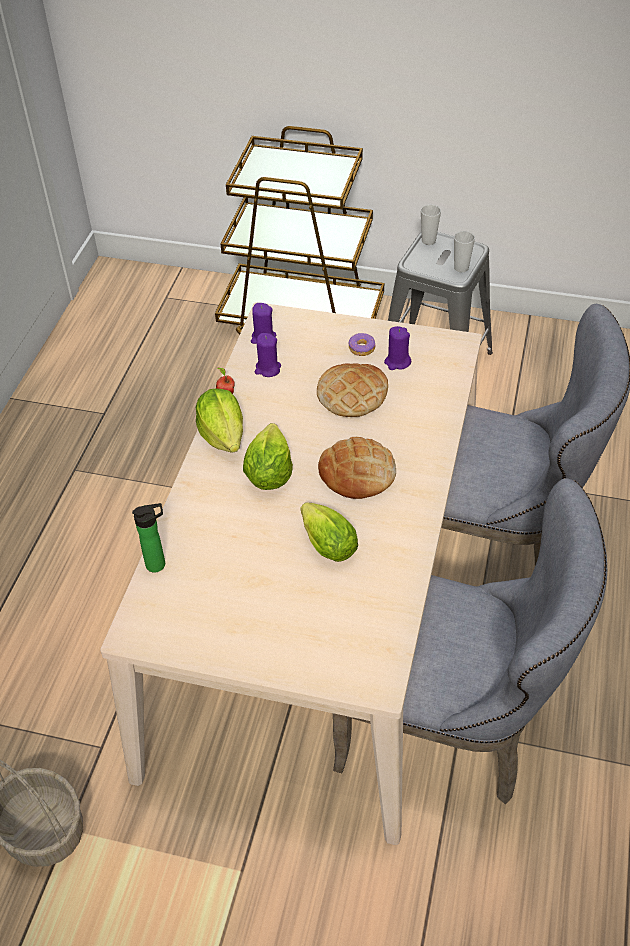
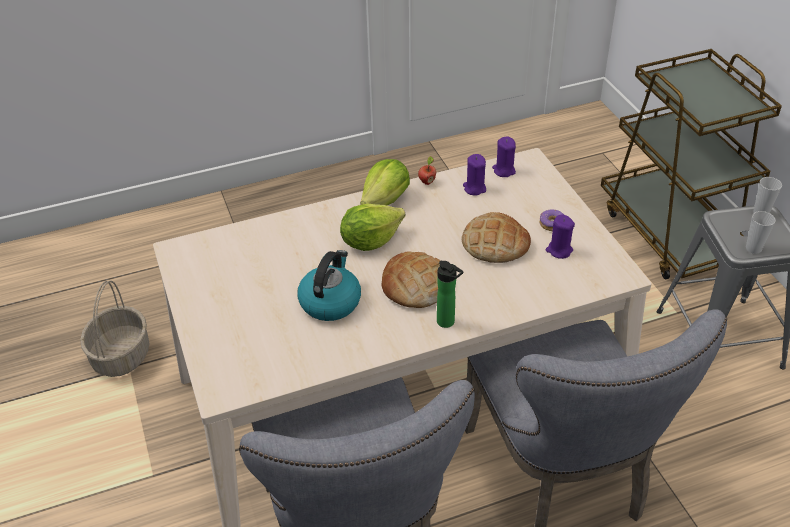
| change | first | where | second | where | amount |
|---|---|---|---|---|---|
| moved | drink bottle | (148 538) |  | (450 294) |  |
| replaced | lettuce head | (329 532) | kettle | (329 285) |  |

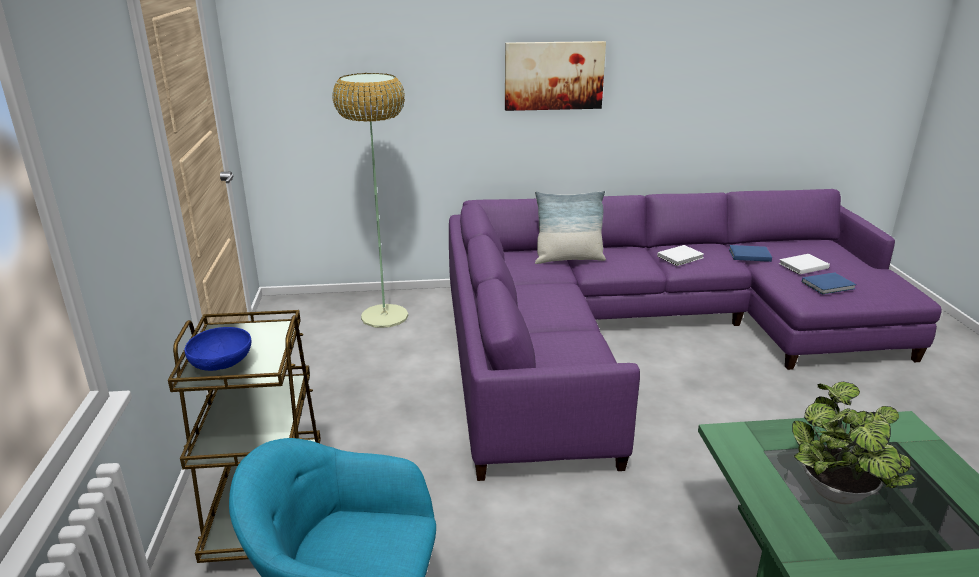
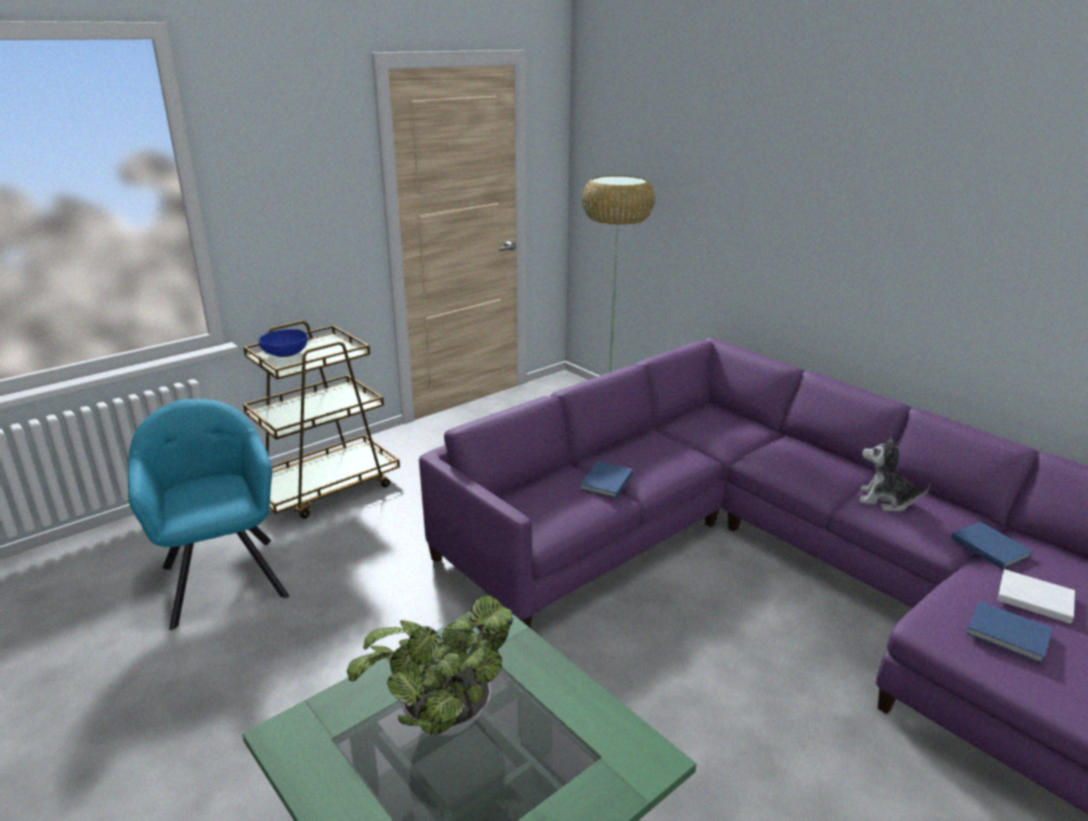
| change | first | where | second | where | amount |
|---|---|---|---|---|---|
| removed | picture | (555 76) |  |  |  |
| removed | pillow | (570 227) |  |  |  |
| replaced | volume (whitish) | (680 255) | soft toy | (895 474) |  |
| added |  |  | volume (blue) | (606 479) |  |

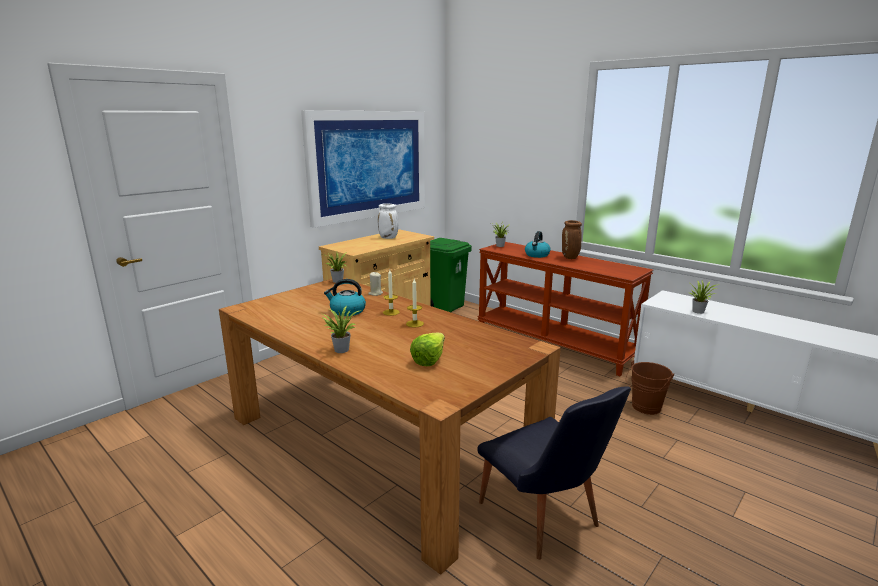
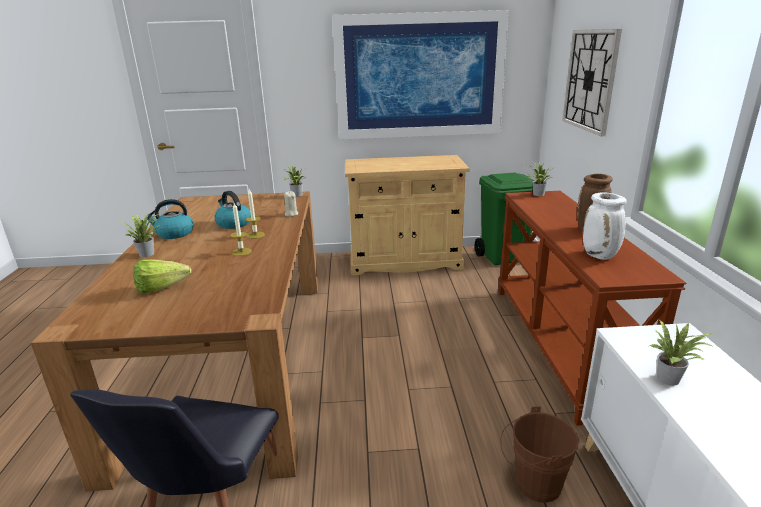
| change | first | where | second | where | amount |
|---|---|---|---|---|---|
| moved | vase (whitish) | (388 221) |  | (605 226) |  |
| moved | kettle | (538 244) |  | (170 219) |  |
| added |  |  | wall clock | (592 82) |  |

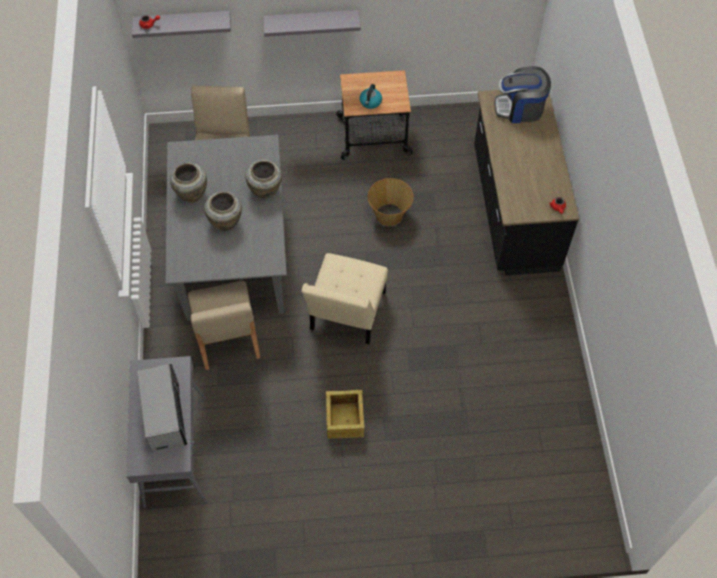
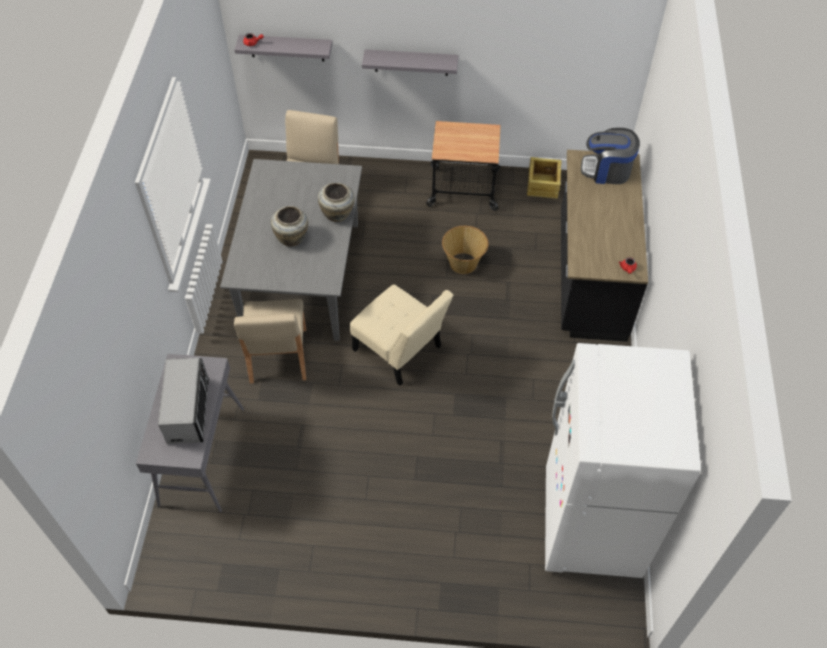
| change | first | where | second | where | amount |
|---|---|---|---|---|---|
| removed | vase (beige) | (188 182) |  |  |  |
| turned | upright chair (beige) | (345 298) |  | (401 335) | 75 degrees counterclockwise |
| moved | shipping crate | (345 414) |  | (544 178) |  |
| removed | kettle | (371 96) |  |  |  |
| added |  |  | refrigerator (whitish) | (623 460) |  |

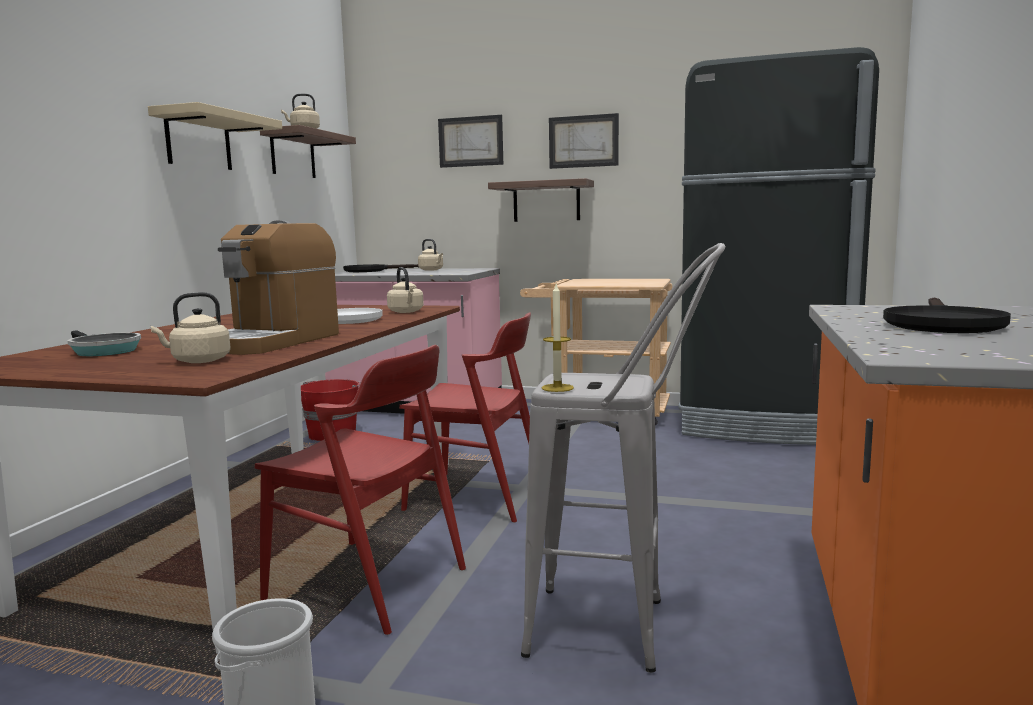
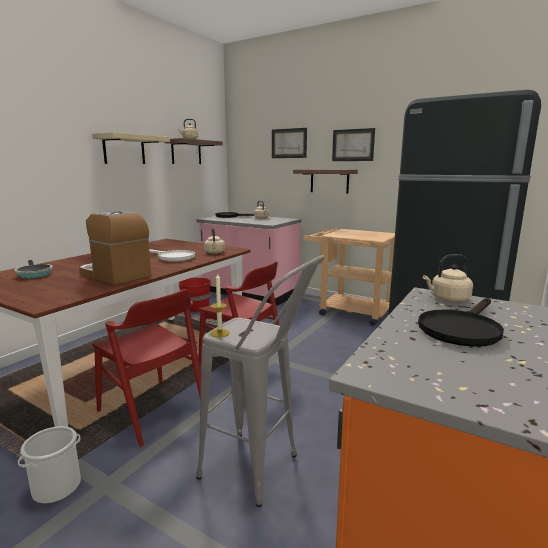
| change | first | where | second | where | amount |
|---|---|---|---|---|---|
| moved | kettle (beige) | (191 327) |  | (448 278) |  |
| turned | coffee brewer | (278 287) |  | (115 248) | 90 degrees clockwise |

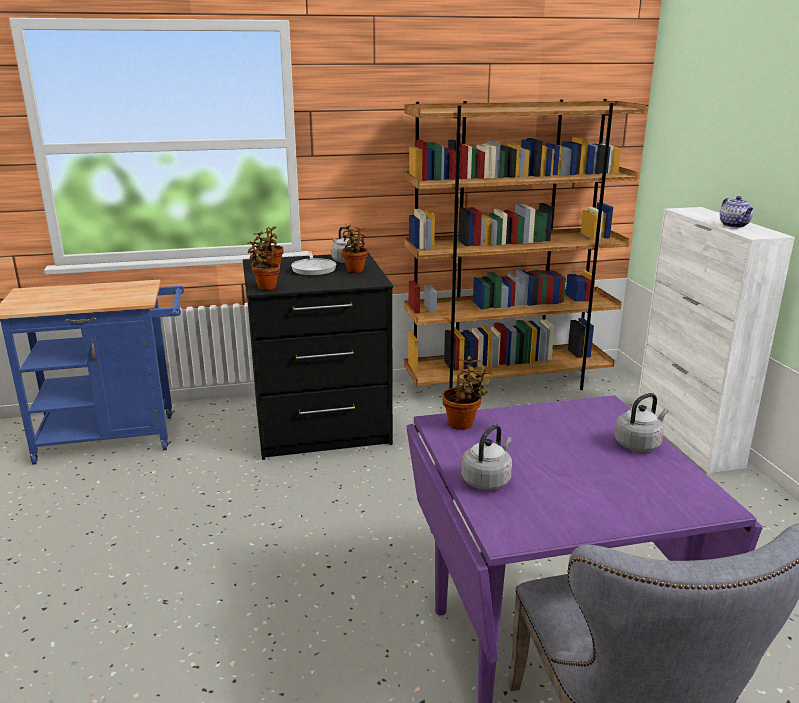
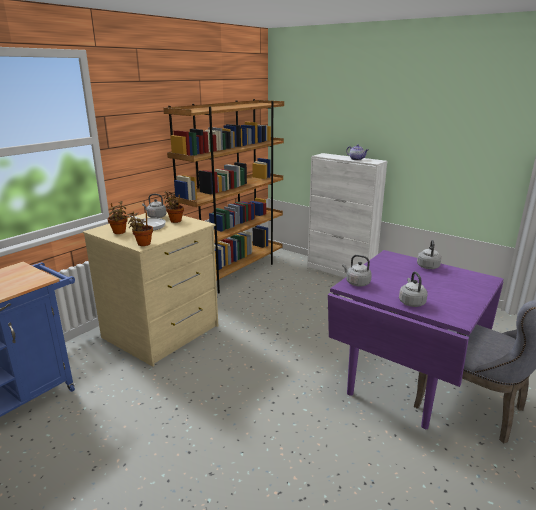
| change | first | where | second | where | amount |
|---|---|---|---|---|---|
| recoloured | dresser (black) | (318 356) | dresser (beige) | (150 289) |  |
| replaced | houseplant | (467 393) | kettle (grey) | (357 271) |  |

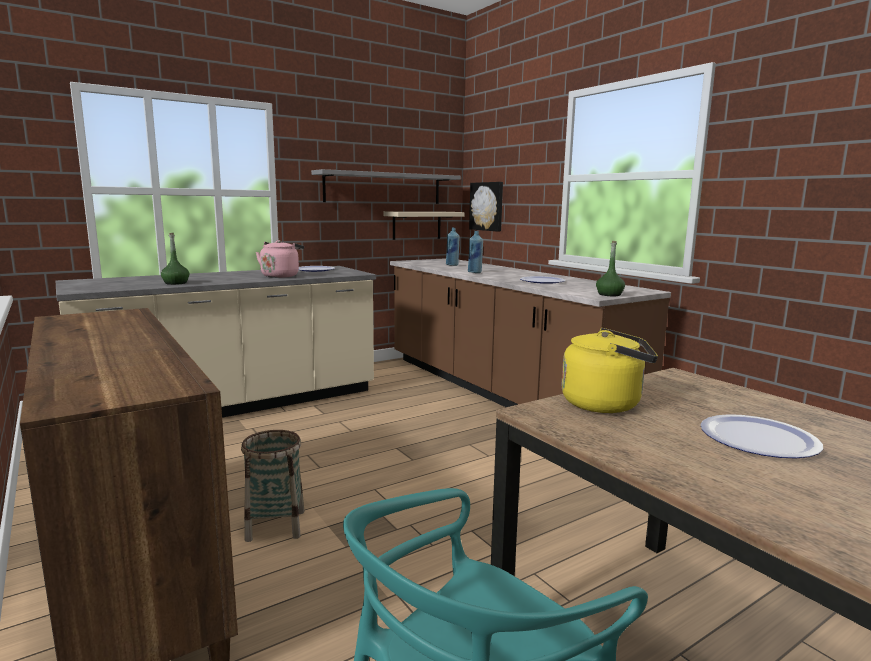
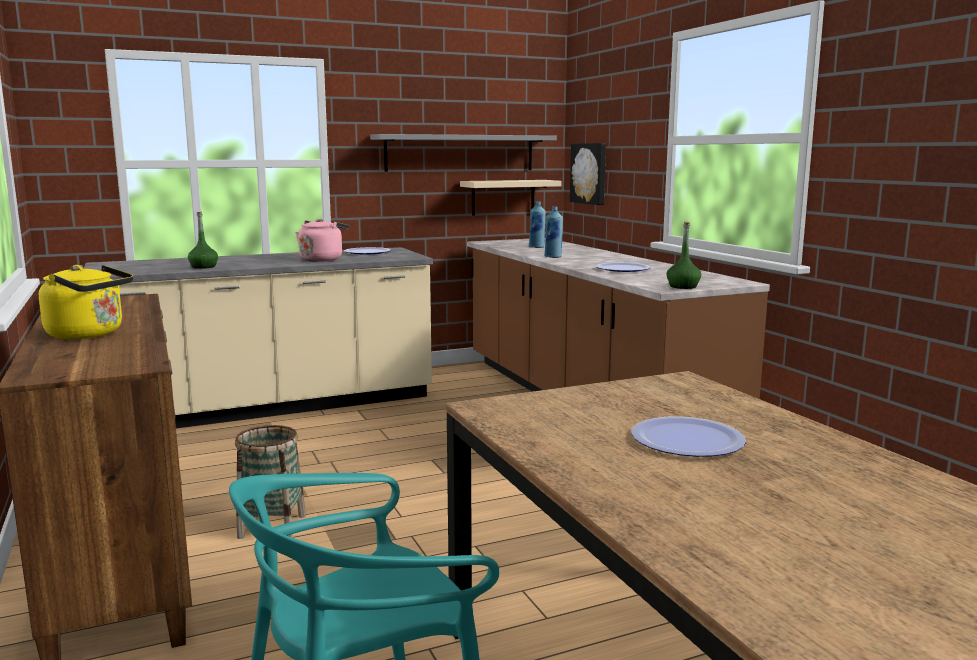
| change | first | where | second | where | amount |
|---|---|---|---|---|---|
| moved | kettle (yellowish) | (609 370) |  | (86 302) |  |

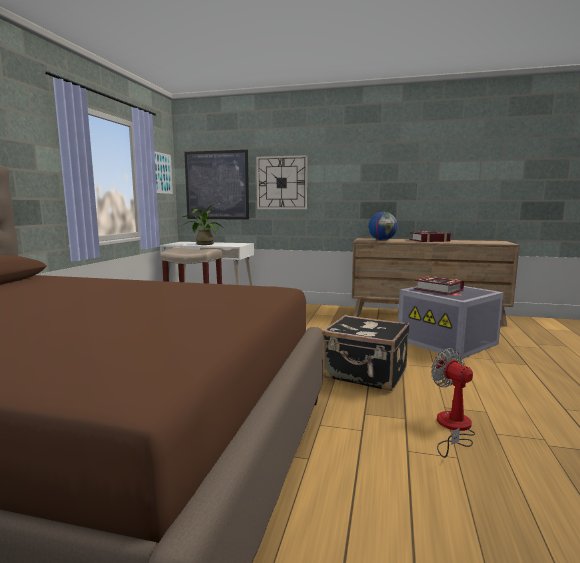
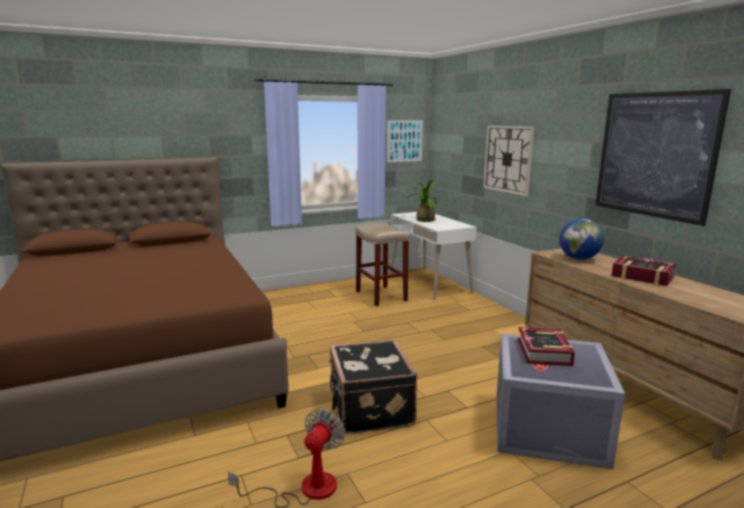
| change | first | where | second | where | amount |
|---|---|---|---|---|---|
| moved | picture | (216 185) |  | (663 157) |  |

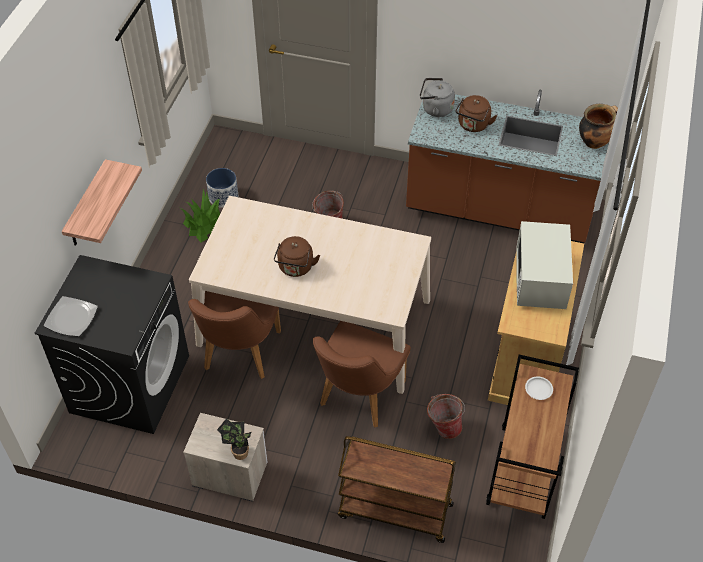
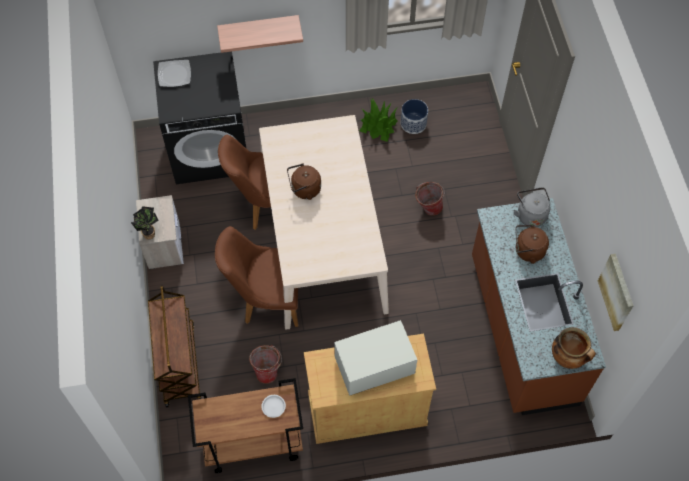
| change | first | where | second | where | amount |
|---|---|---|---|---|---|
| added |  |  | picture | (616 292) |  |

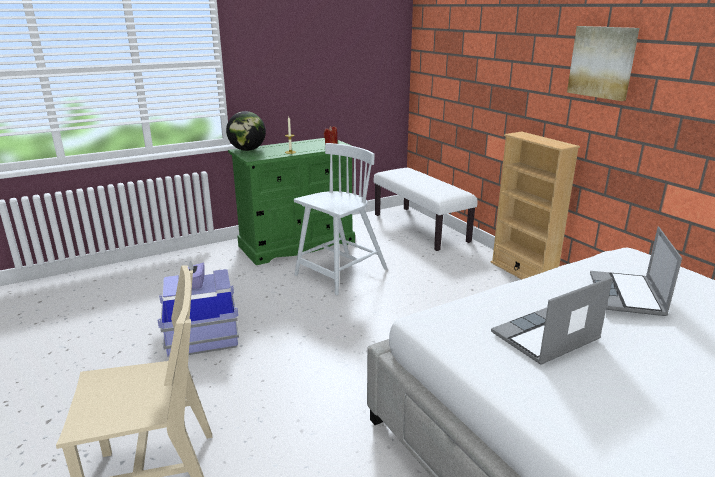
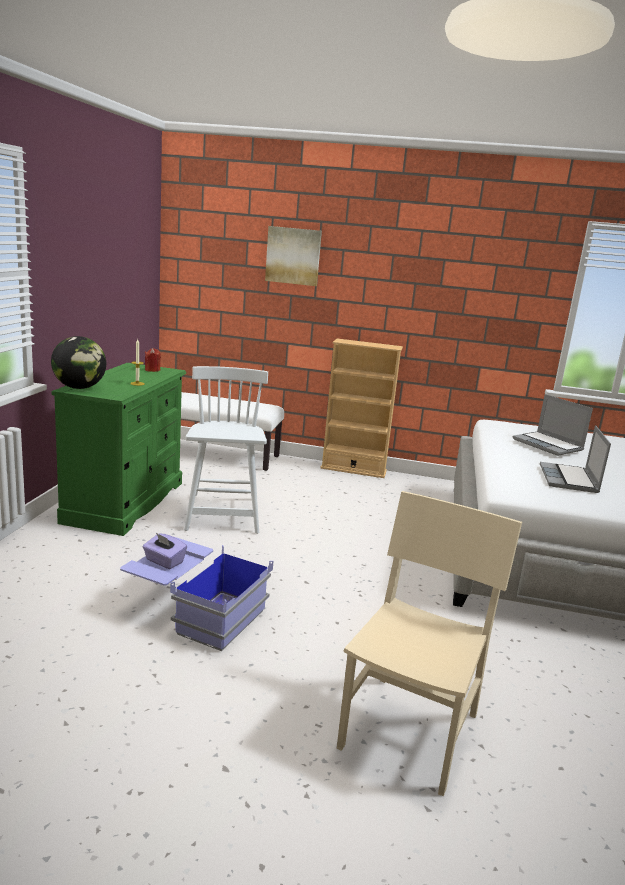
| change | first | where | second | where | amount |
|---|---|---|---|---|---|
| moved | picture | (603 63) |  | (293 256) |  |

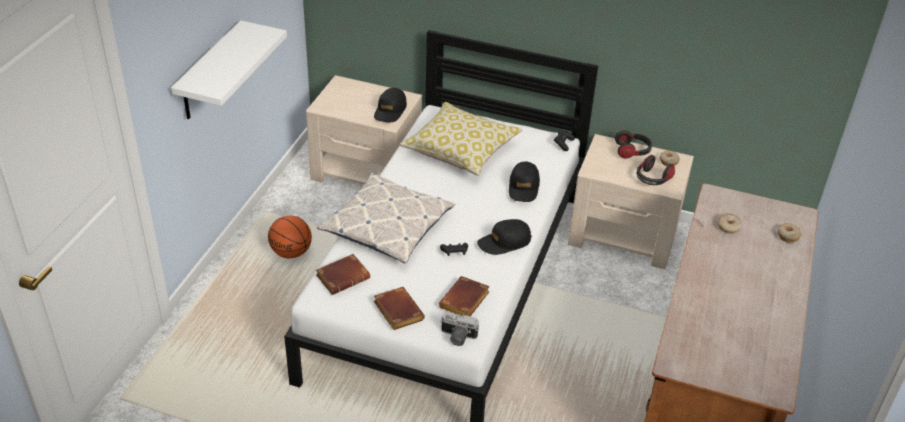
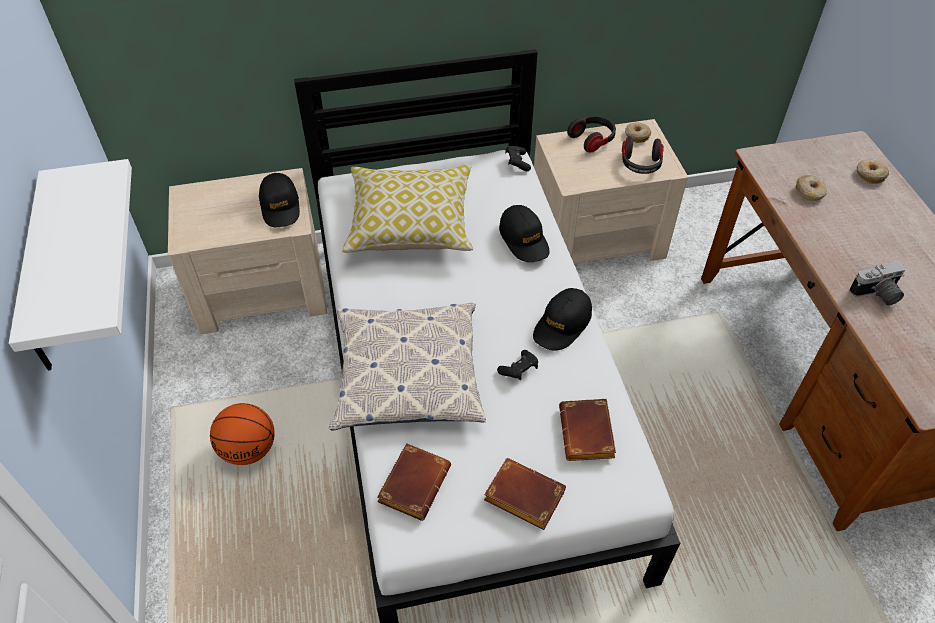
| change | first | where | second | where | amount |
|---|---|---|---|---|---|
| moved | photo camera | (459 329) |  | (877 283) |  |

